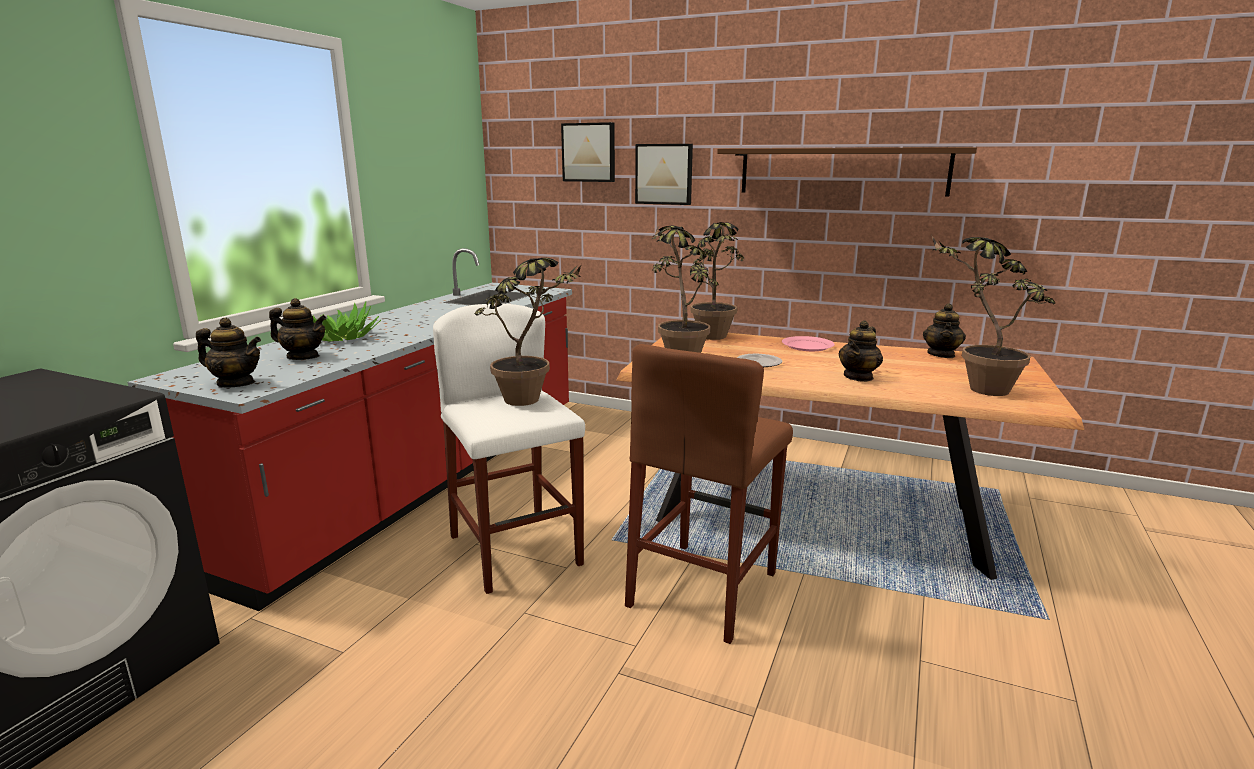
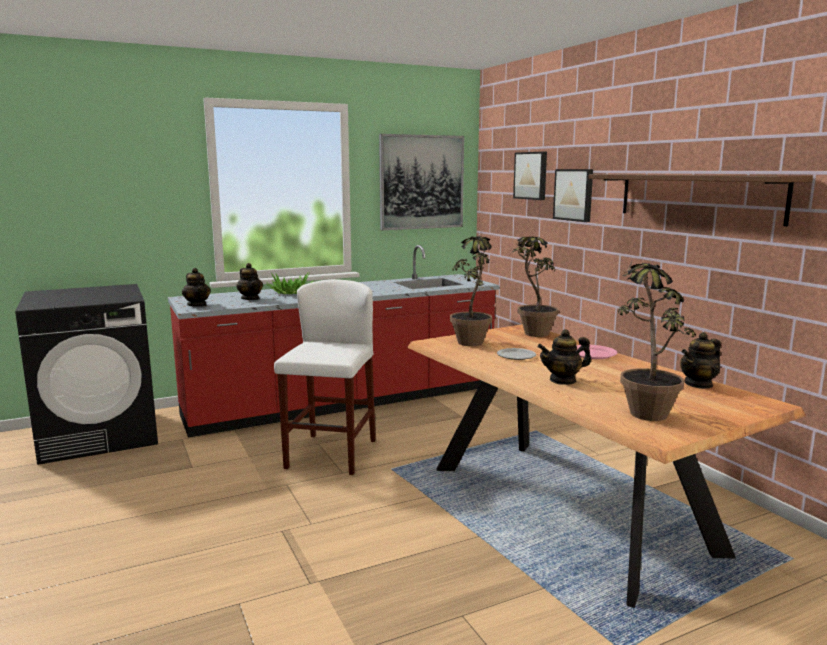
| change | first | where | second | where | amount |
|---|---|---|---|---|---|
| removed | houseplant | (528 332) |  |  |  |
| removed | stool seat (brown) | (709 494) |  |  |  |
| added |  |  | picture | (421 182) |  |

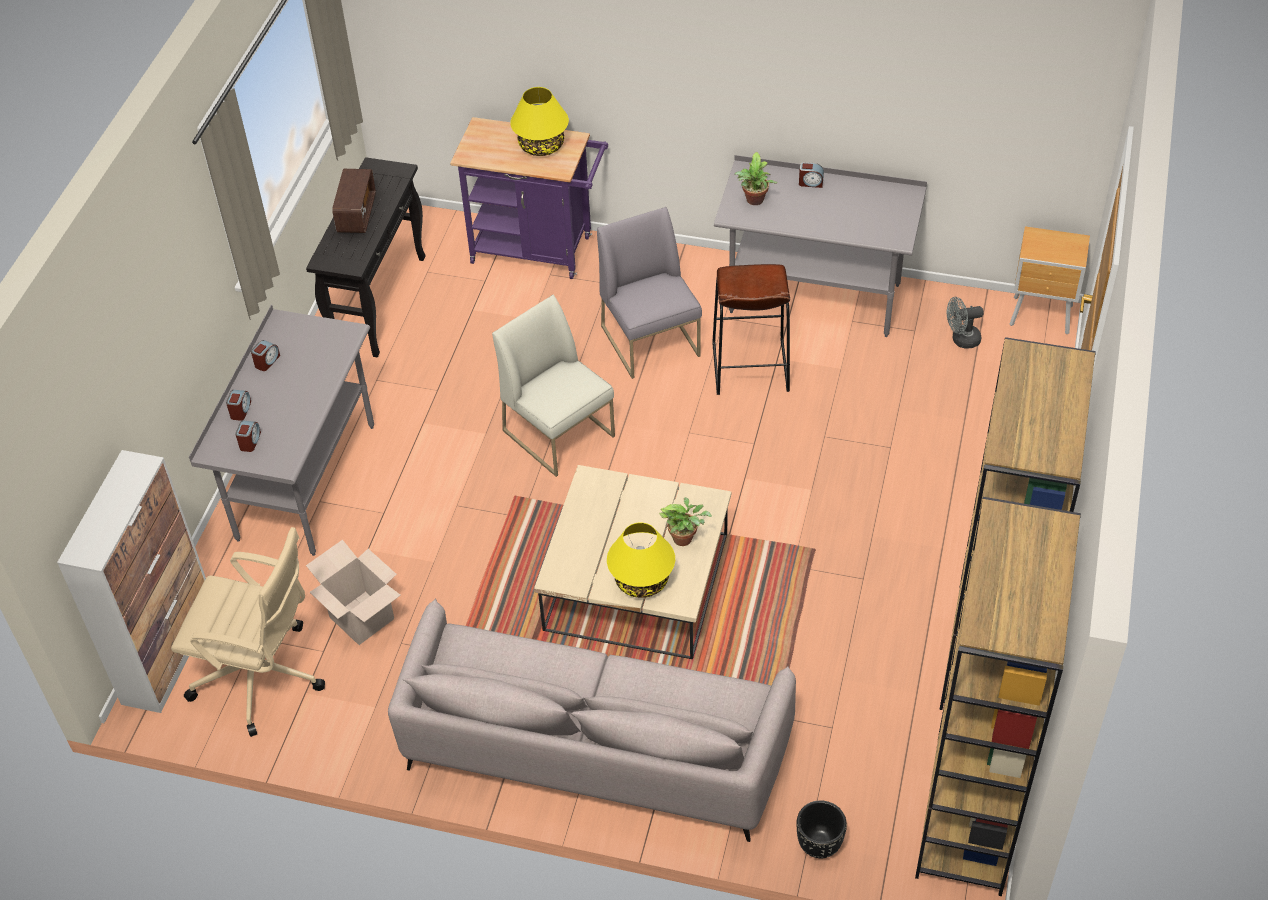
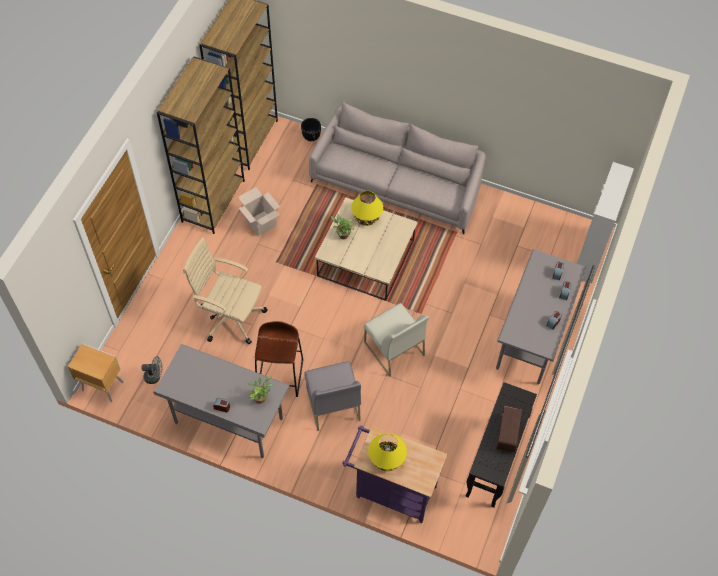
| change | first | where | second | where | amount |
|---|---|---|---|---|---|
| moved | computer chair (beige) | (248 632) |  | (225 290) |  |
| moved | packing box | (353 592) |  | (259 211) |  |

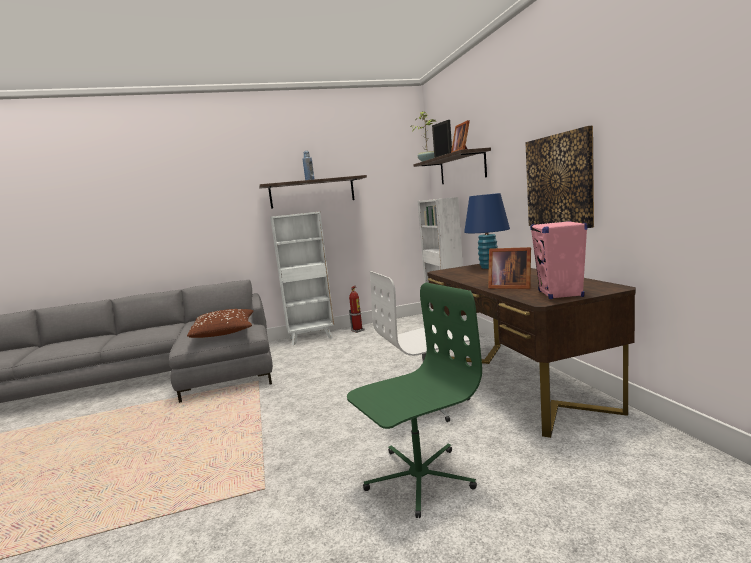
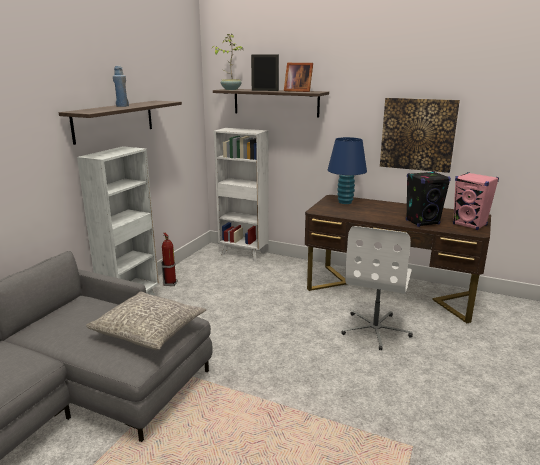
| change | first | where | second | where | amount |
|---|---|---|---|---|---|
| recoloured | pillow (brown) | (220 323) | pillow (grey) | (146 321) |  |
| removed | computer chair (green-coloured) | (414 400) |  |  |  |
| replaced | picture frame | (509 268) | speaker (black) | (428 199) |  |

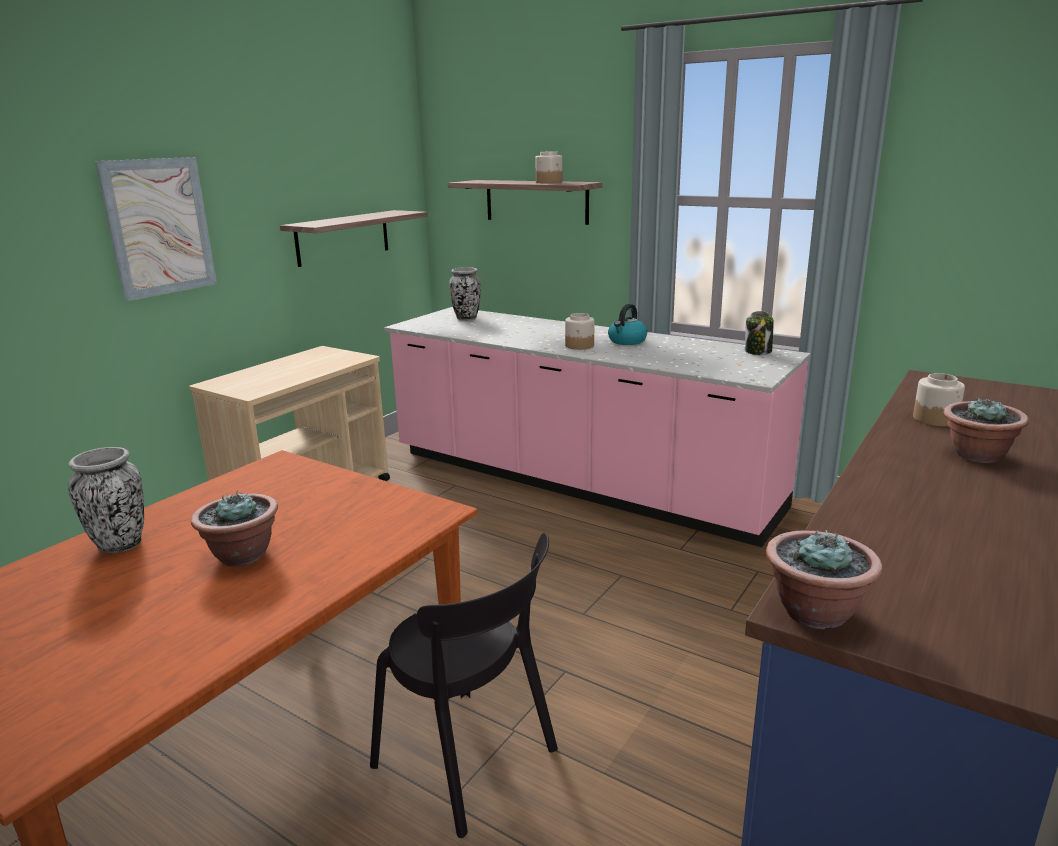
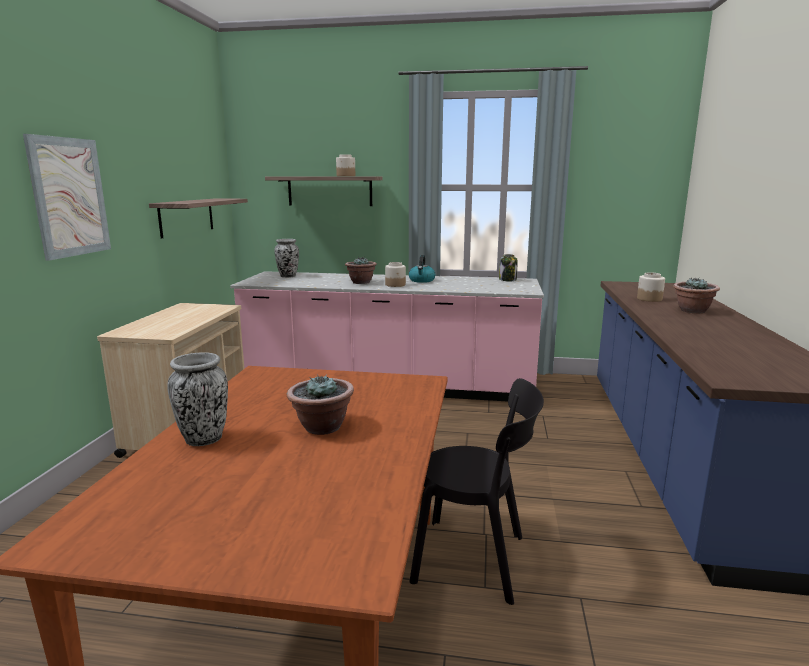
| change | first | where | second | where | amount |
|---|---|---|---|---|---|
| moved | houseplant | (824 580) |  | (361 270) |  |

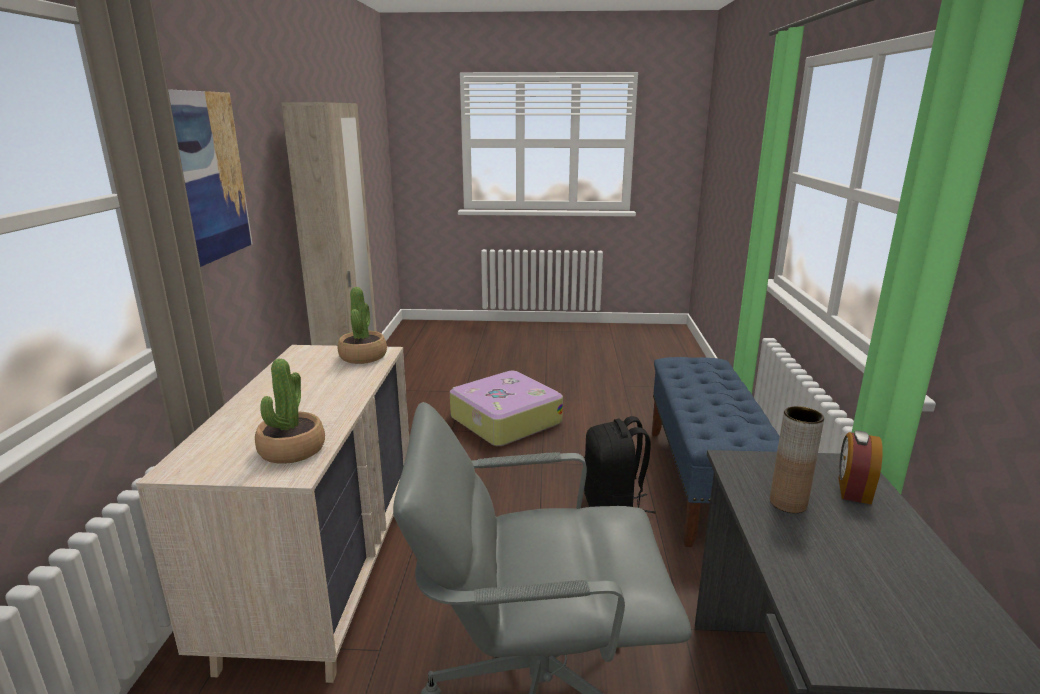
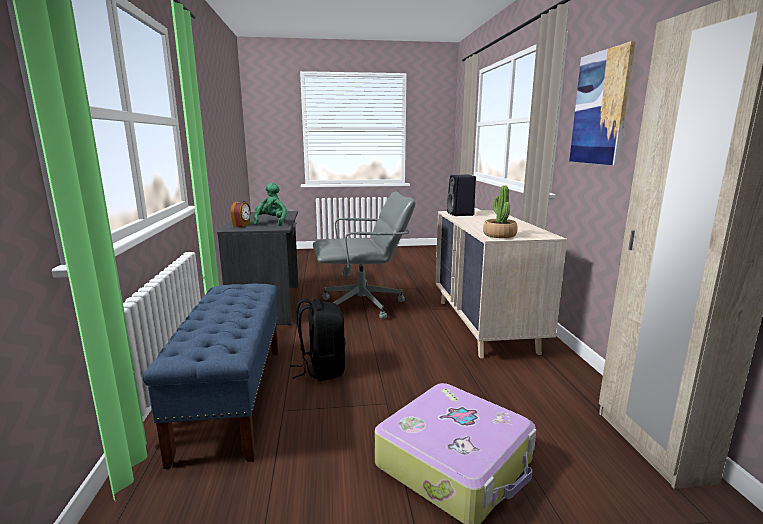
| change | first | where | second | where | amount |
|---|---|---|---|---|---|
| replaced | houseplant | (290 411) | speaker (black) | (461 195) |  |
| replaced | vase (brown) | (797 459) | soft toy (green-coloured) | (270 204) |  |

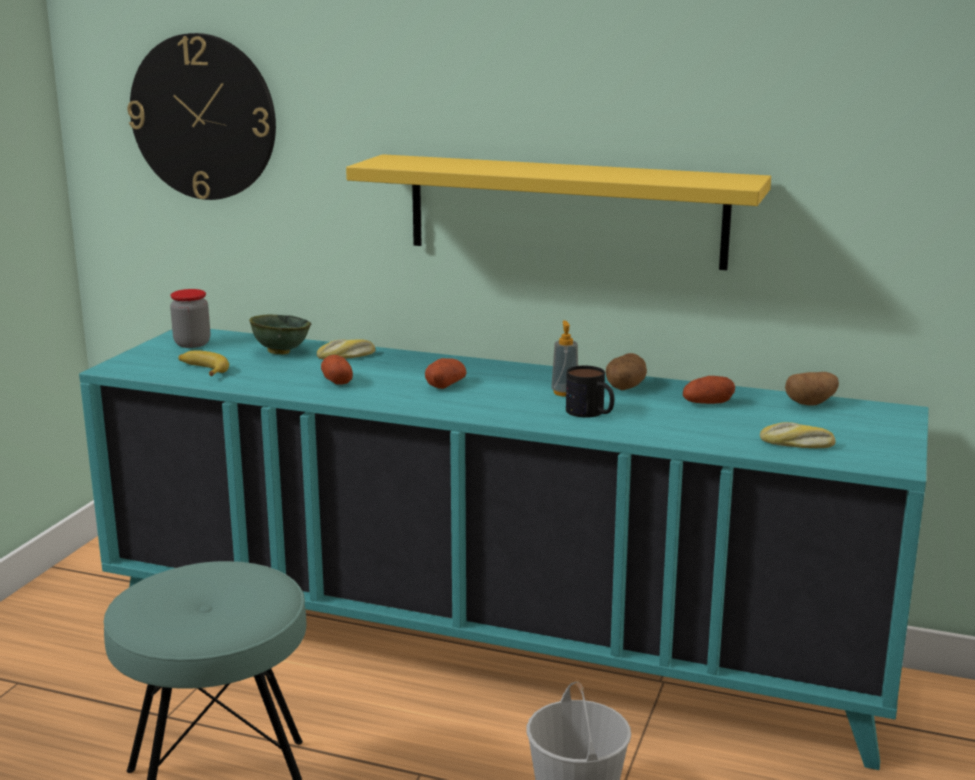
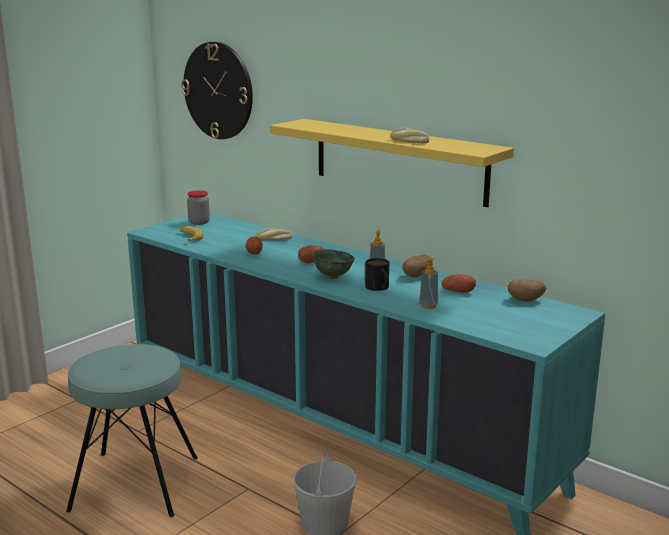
| change | first | where | second | where | amount |
|---|---|---|---|---|---|
| moved | bowl (green-coloured) | (280 334) |  | (334 264) |  |
| moved | bread | (798 435) |  | (409 135) |  |
| added |  |  | liquid soap bottle | (428 283) |  |

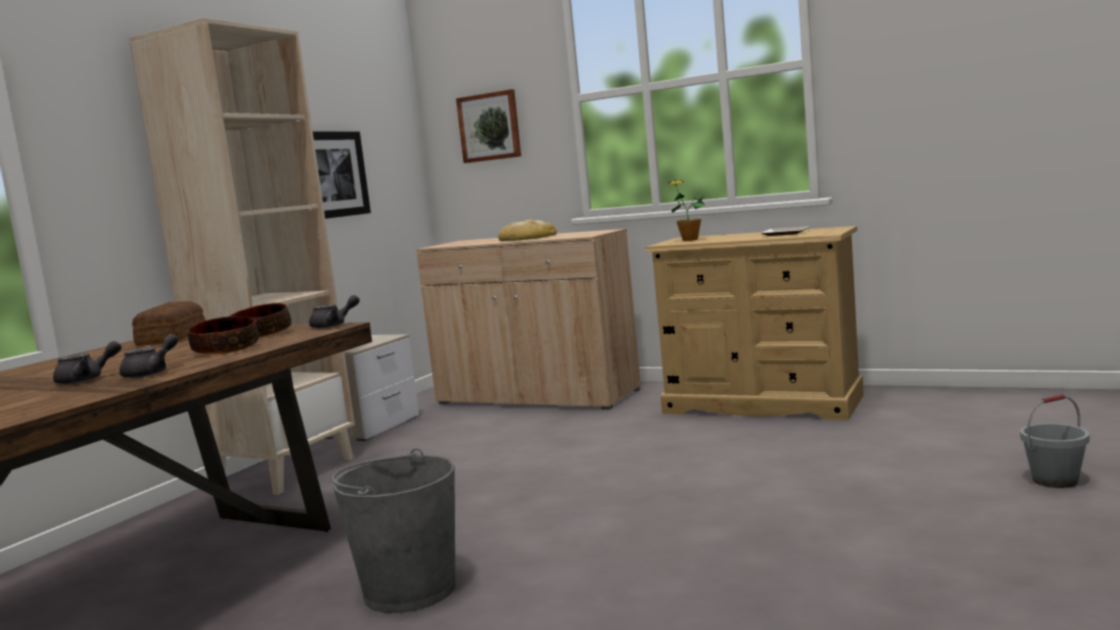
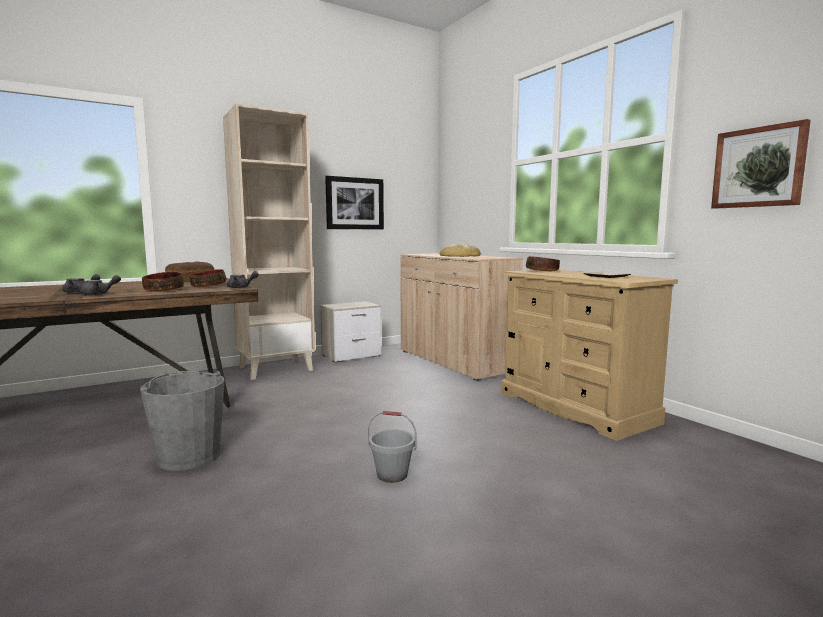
| change | first | where | second | where | amount |
|---|---|---|---|---|---|
| moved | picture | (488 126) |  | (761 164) |  |
| replaced | houseplant | (686 210) | bowl | (543 263) |  |
| moved | pail (grey) | (1055 441) |  | (392 447) |  |

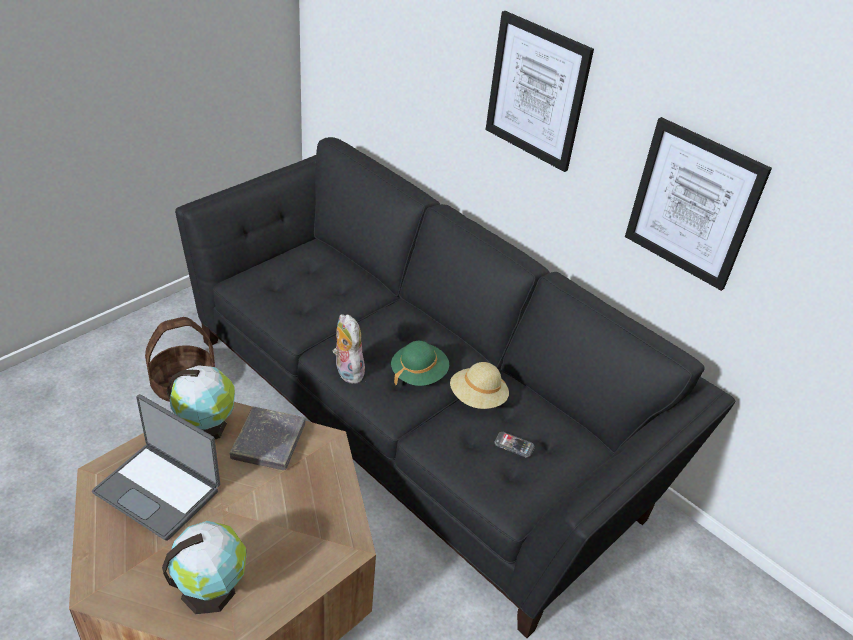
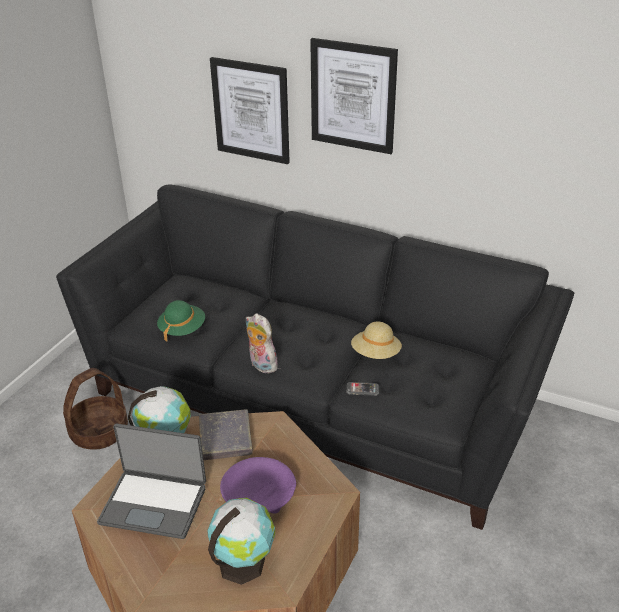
| change | first | where | second | where | amount |
|---|---|---|---|---|---|
| moved | wearable hat (green-coloured) | (420 363) |  | (181 321) |  |
| moved | handset | (514 445) |  | (362 389) |  |
| moved | picture | (698 204) |  | (250 110) |  |
| added |  |  | bowl (purple) | (258 485) |  |

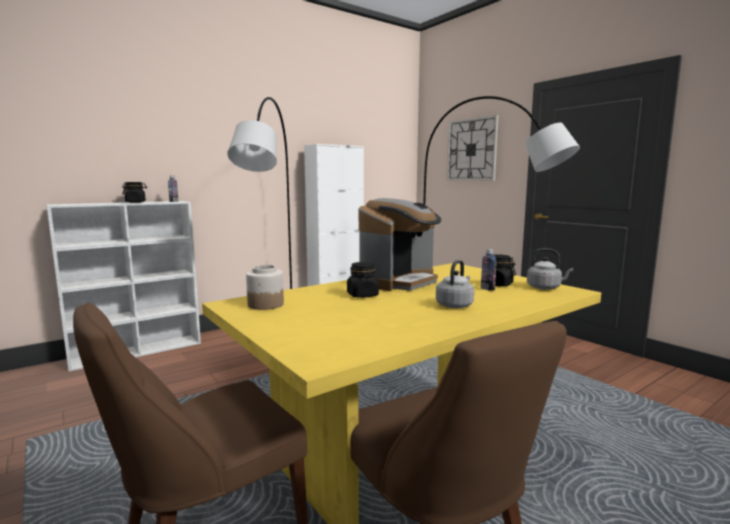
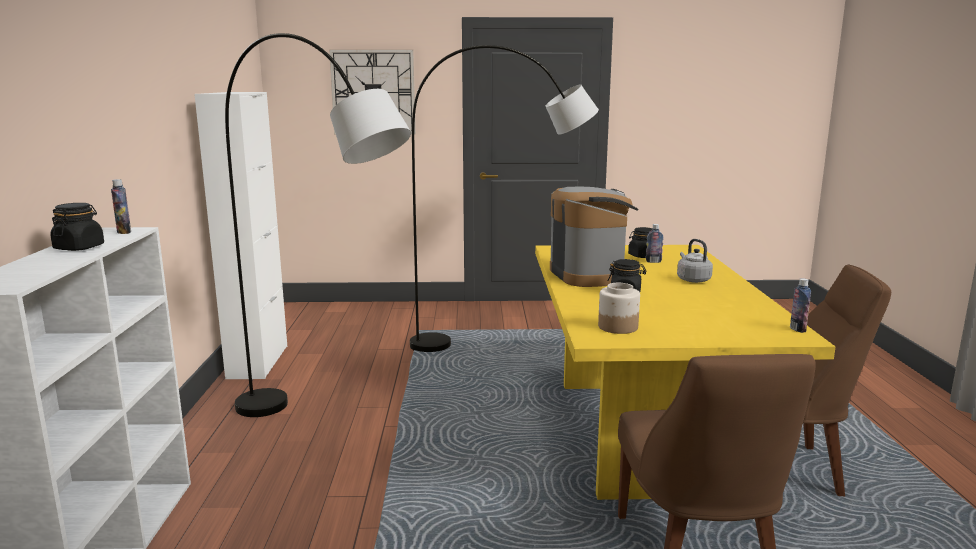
| change | first | where | second | where | amount |
|---|---|---|---|---|---|
| removed | kettle (grey) | (550 269) |  |  |  |
| added |  |  | drink bottle | (800 305) |  |

